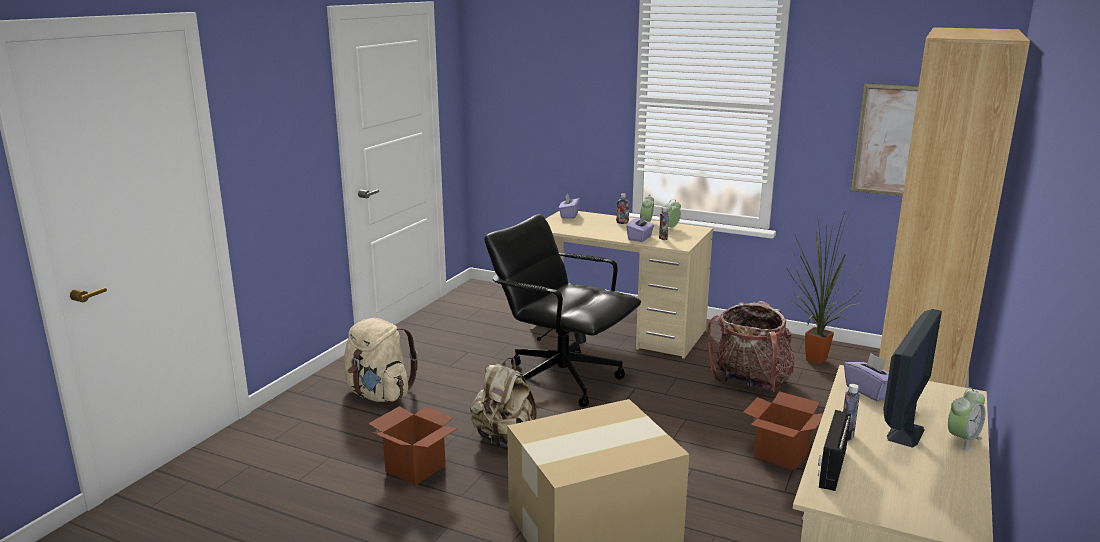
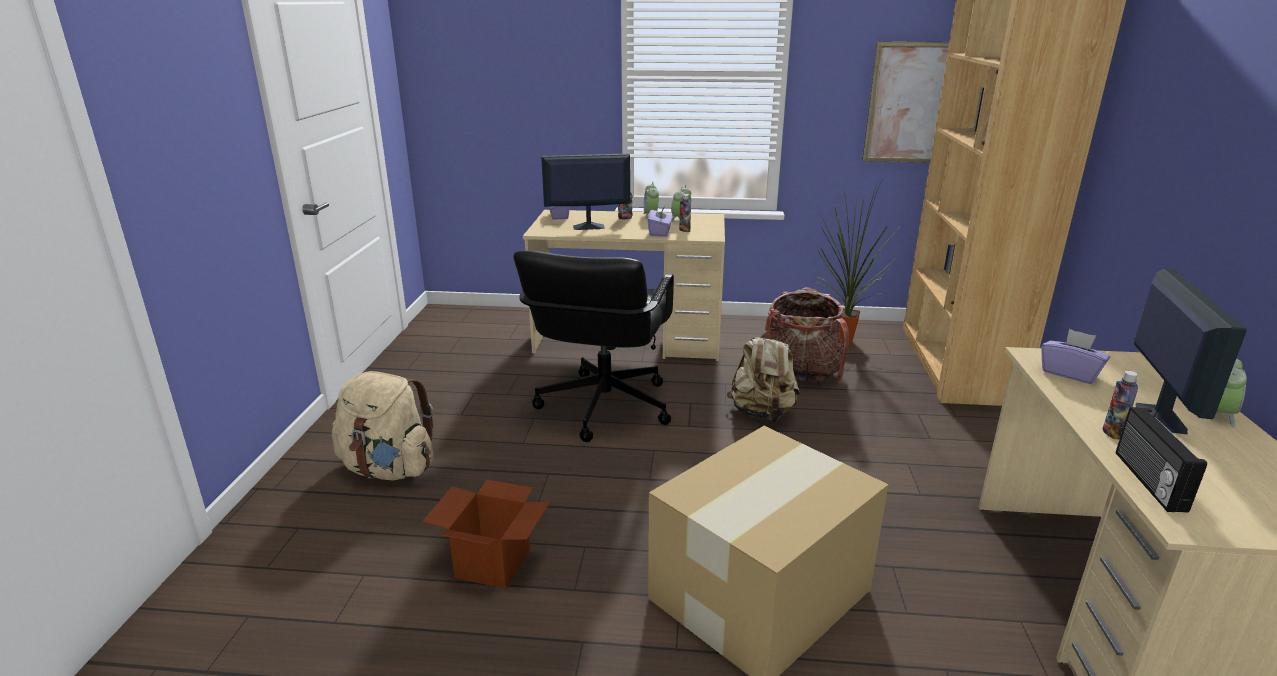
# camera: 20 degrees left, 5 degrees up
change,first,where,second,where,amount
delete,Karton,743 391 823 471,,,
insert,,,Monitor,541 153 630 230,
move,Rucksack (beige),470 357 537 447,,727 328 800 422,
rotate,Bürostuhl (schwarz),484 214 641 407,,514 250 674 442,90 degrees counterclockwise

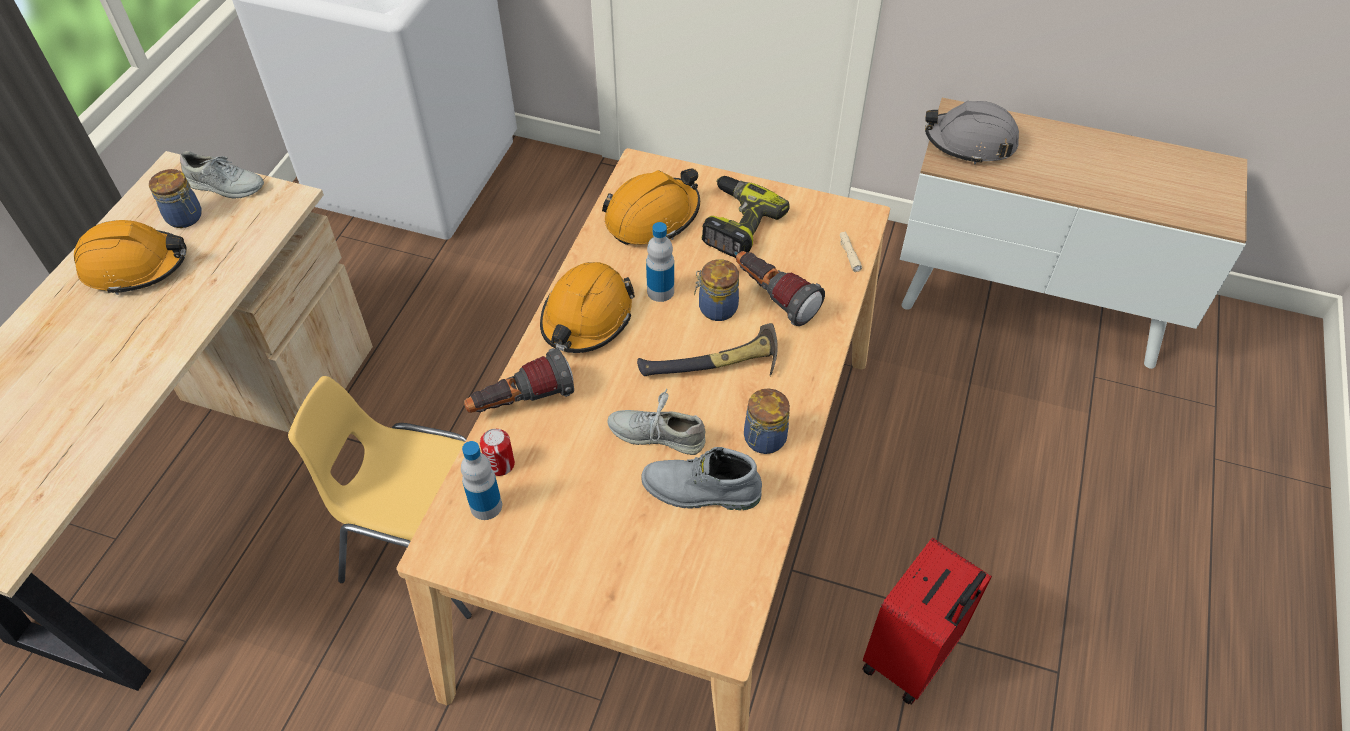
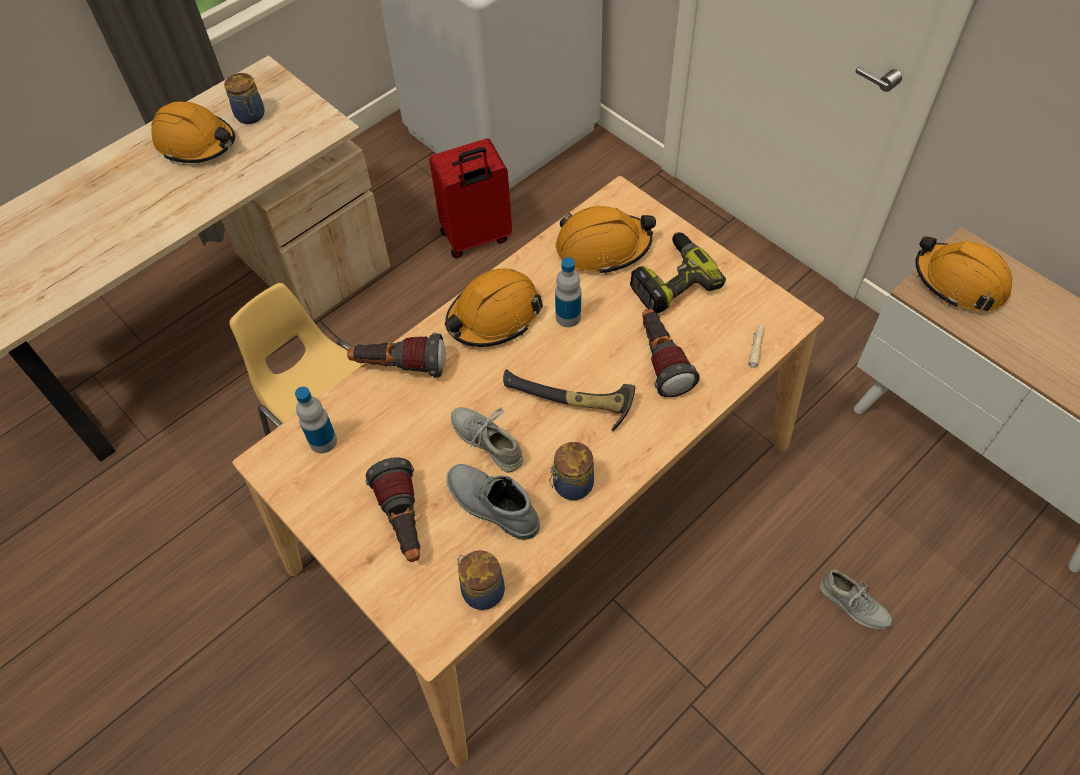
# camera: 30 degrees right, 5 degrees up
change,first,where,second,where,amount
delete,Dose,480 429 515 476,,,
insert,,,Taschenlampe,366 457 420 562,
move,Schuh (grau),180 151 264 199,,820 570 892 629,
move,Vorratsglas,694 259 739 321,,457 550 505 610,
move,Koffer (rot),862 538 992 705,,429 138 512 258,
recolor,Schutzhelm (grau),925 101 1019 165,Schutzhelm (orange),916 236 1013 311,

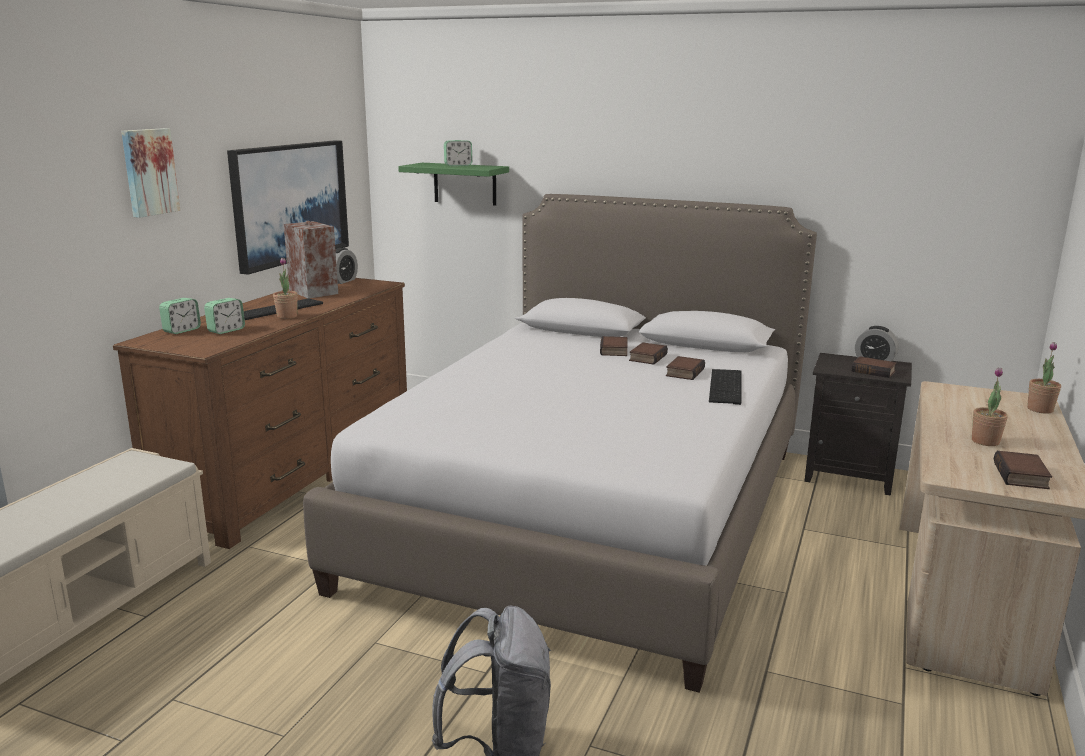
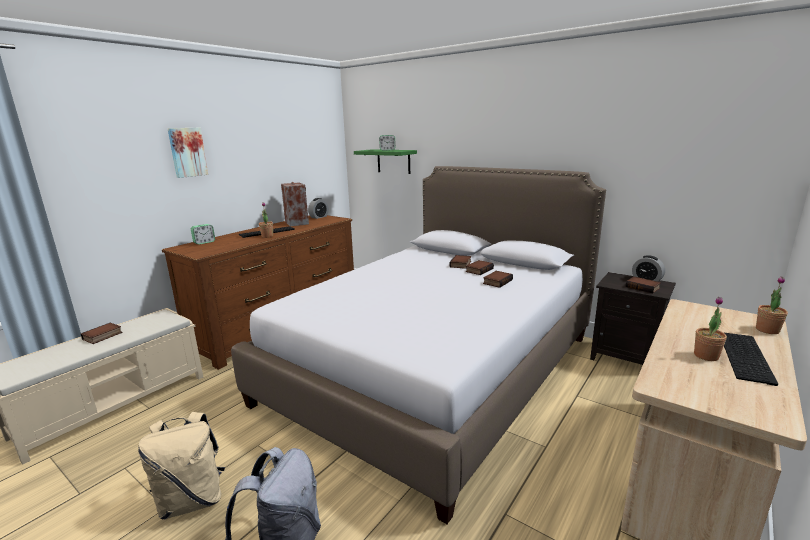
# camera: 15 degrees right, 0 degrees up
change,first,where,second,where,amount
delete,Wecker,204 298 245 334,,,
delete,Bild,227 140 349 275,,,
insert,,,Rucksack (beige),138 412 225 519,
move,Tastatur,709 369 741 405,,723 332 778 386,
move,Buch,994 451 1052 489,,81 323 123 344,

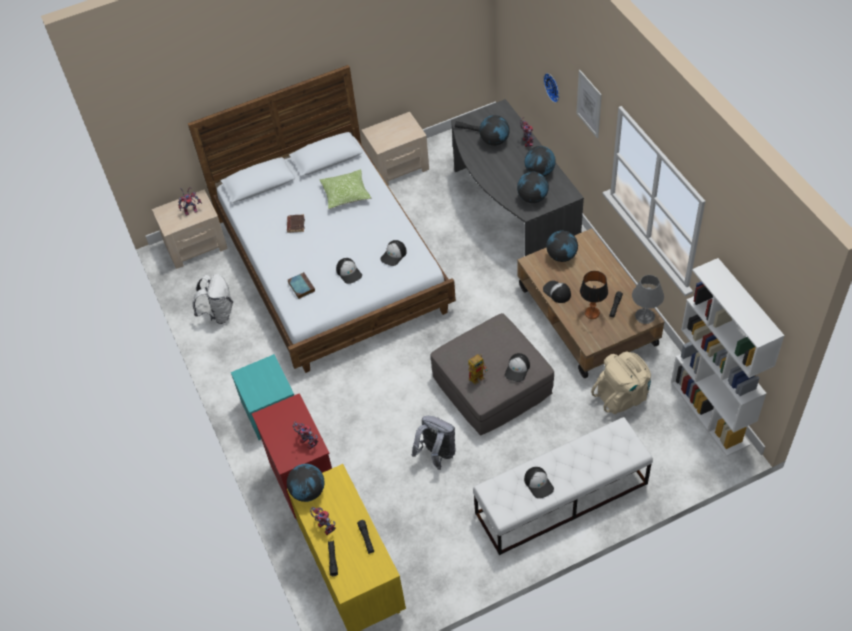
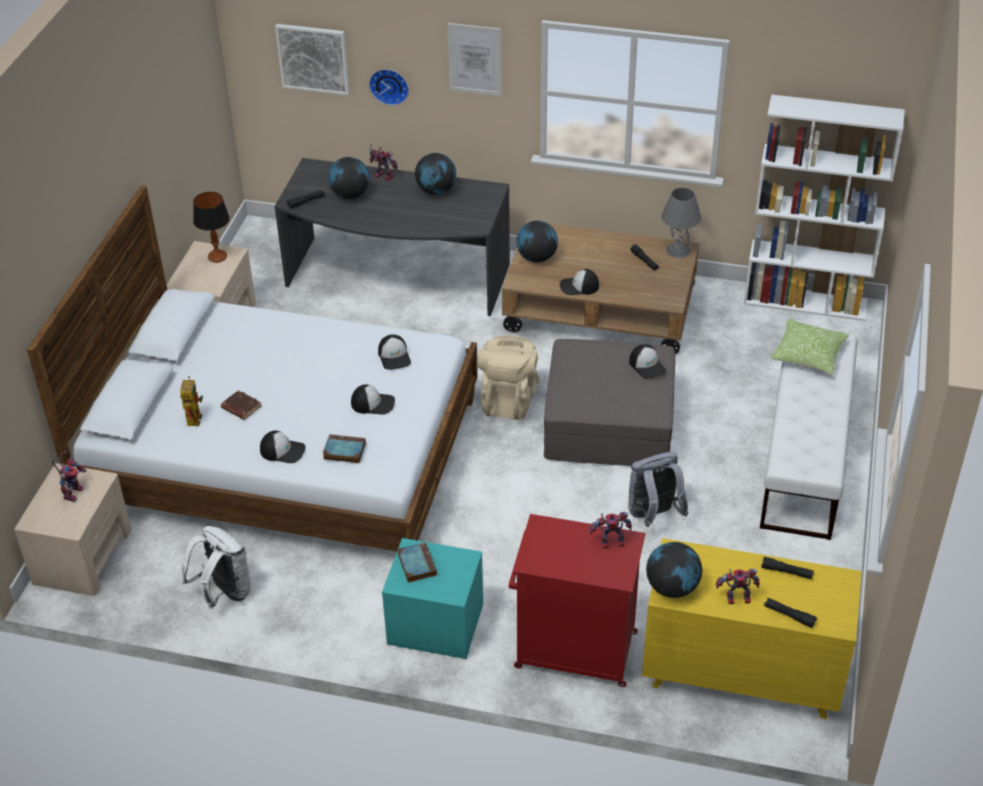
# camera: 55 degrees left, 10 degrees down
change,first,where,second,where,amount
delete,Globus,517 172 549 203,,,
insert,,,Bild,275 24 349 95,
insert,,,Buch,397 542 437 583,
move,Kissen,320 169 371 209,,771 319 849 375,
move,Spielzeugroboter,468 354 488 384,,180 376 203 426,
move,Kappe,524 467 554 499,,260 431 306 463,
move,Tischlampe,580 271 608 319,,193 192 230 263,
move,Rucksack (beige),591 351 651 414,,477 335 539 420,

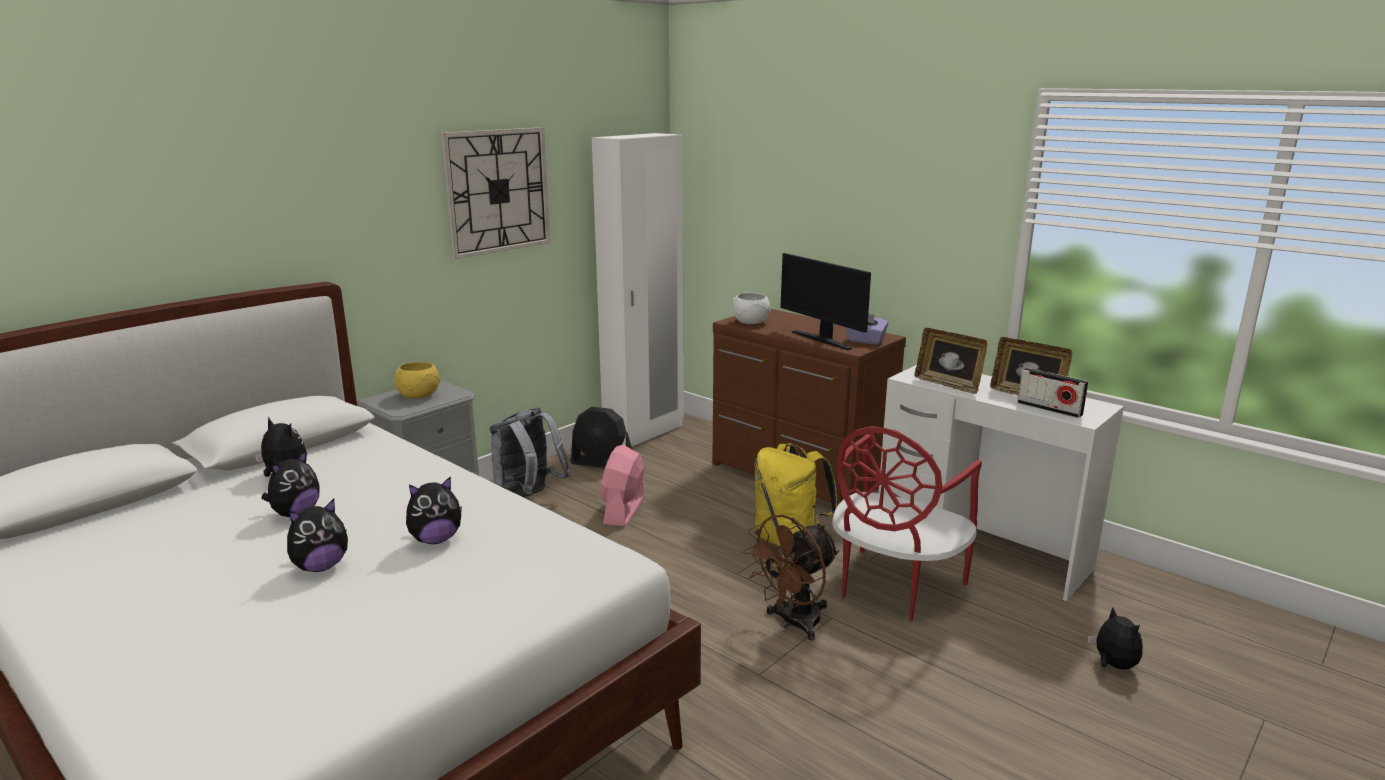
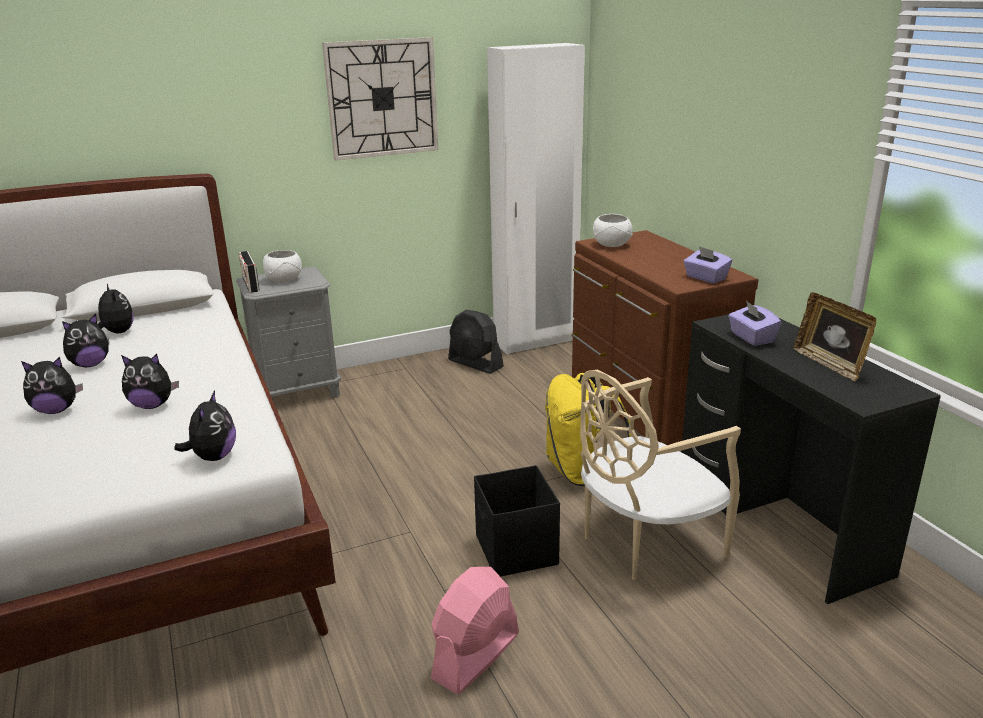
# camera: 25 degrees right, 5 degrees up
change,first,where,second,where,amount
delete,Rucksack (grau),490 408 571 498,,,
delete,Monitor,780 253 871 350,,,
move,Ventilator (rosa),600 445 644 527,,431 567 519 694,
move,Radio,1018 368 1088 418,,239 251 260 293,
move,Plüschtier,1088 607 1143 670,,174 390 236 461,
replace,Ventilator (braun),743 514 839 640,Aufbewahrungsbox (schwarz),474 465 560 577,
replace,Bilderrahmen,915 328 987 394,Taschentuchbox (lila),728 301 781 346,
recolor,Schüssel (gelb),394 362 440 399,Schüssel (weiß),263 250 302 282,
recolor,Stuhl (rot),832 426 982 622,Stuhl (beige),580 370 741 580,
recolor,Schreibtisch (weiß),879 365 1124 601,Schreibtisch (schwarz),681 314 941 604,

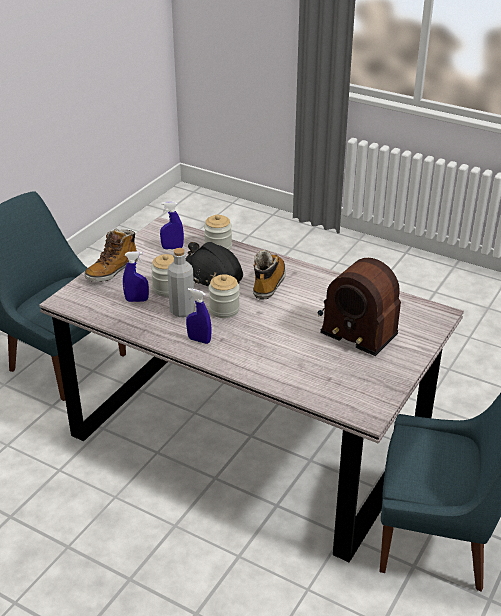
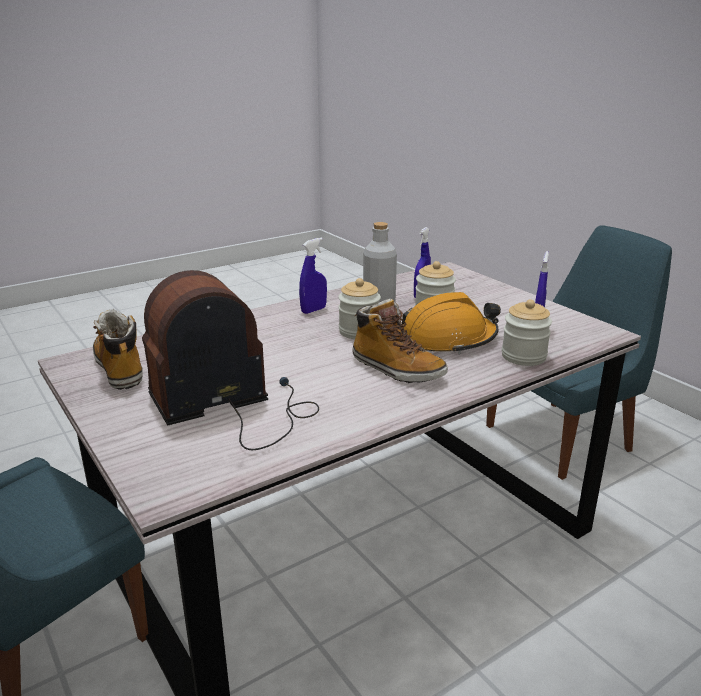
# camera: 115 degrees right, 10 degrees down
change,first,where,second,where,amount
move,Stiefel,84 228 138 282,,93 309 143 390,
recolor,Schutzhelm (schwarz),186 242 243 287,Schutzhelm (orange),402 292 501 354,

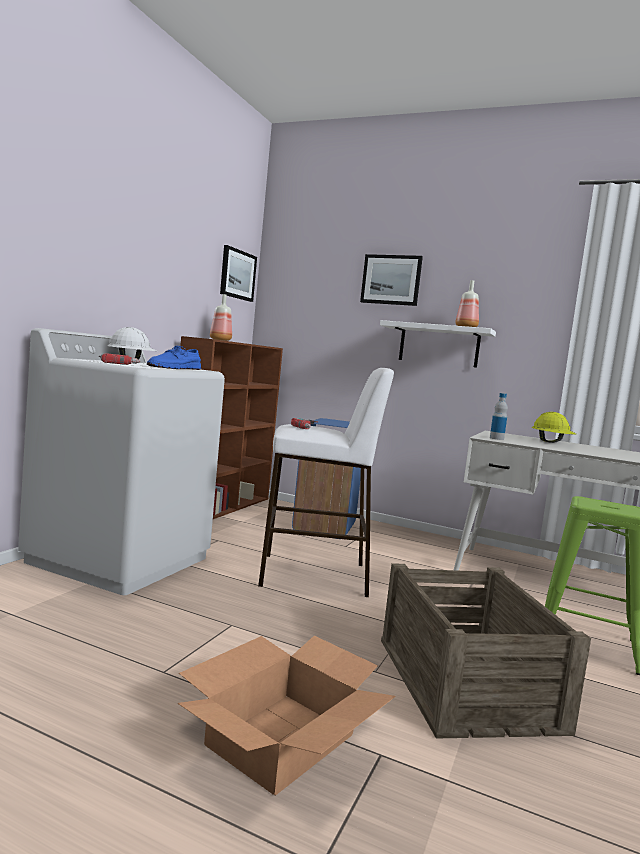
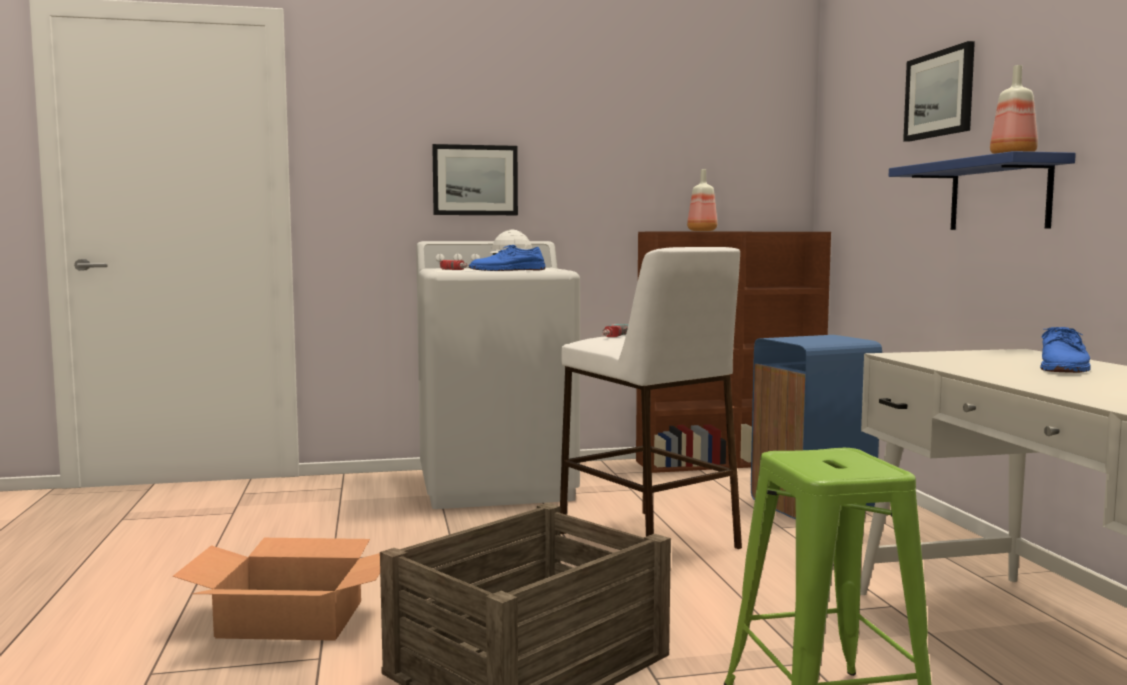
# camera: 55 degrees right, 0 degrees up
change,first,where,second,where,amount
delete,Flasche,490 393 508 440,,,
move,Bild,220 245 257 302,,432 144 518 215,
replace,Schutzhelm (gelb),532 412 576 443,Schuh (blau),1040 327 1090 373,
recolor,Wandregal (weiß),380 320 496 368,Wandregal (blau),889 151 1076 230,

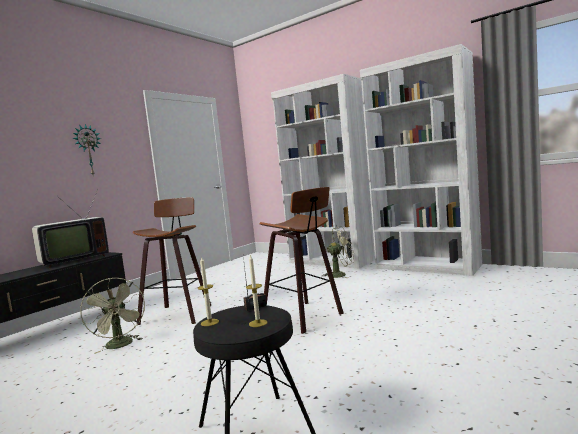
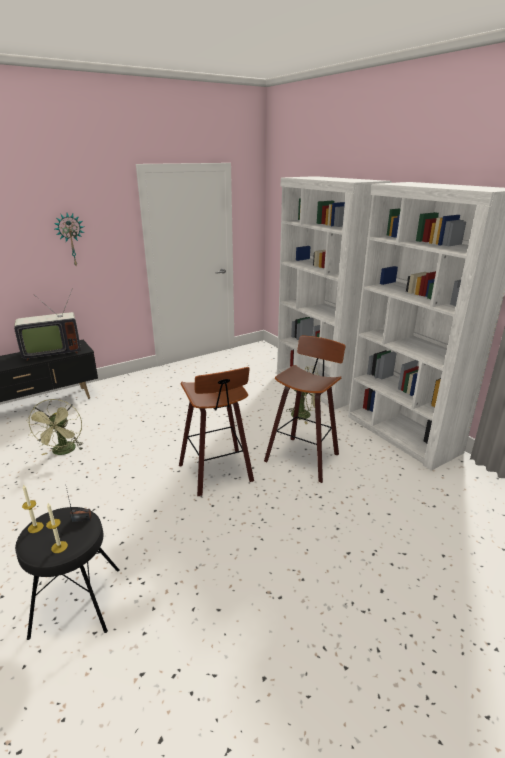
# camera: 20 degrees right, 20 degrees up
change,first,where,second,where,amount
move,Hocker,133 197 211 325,,264 335 345 483,

